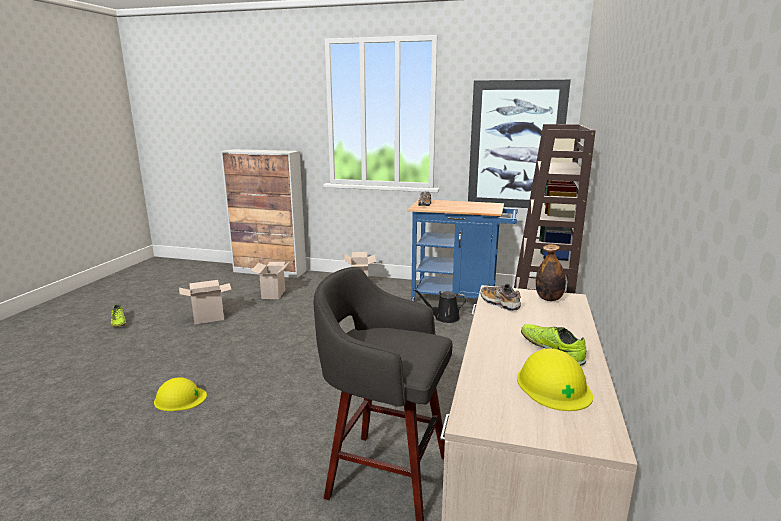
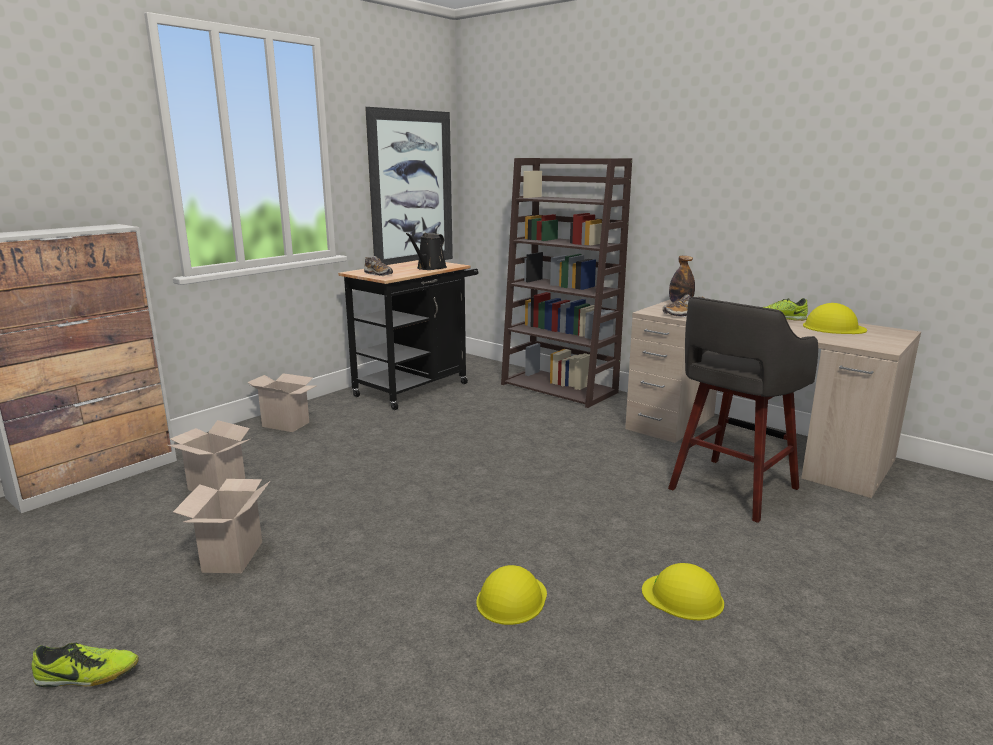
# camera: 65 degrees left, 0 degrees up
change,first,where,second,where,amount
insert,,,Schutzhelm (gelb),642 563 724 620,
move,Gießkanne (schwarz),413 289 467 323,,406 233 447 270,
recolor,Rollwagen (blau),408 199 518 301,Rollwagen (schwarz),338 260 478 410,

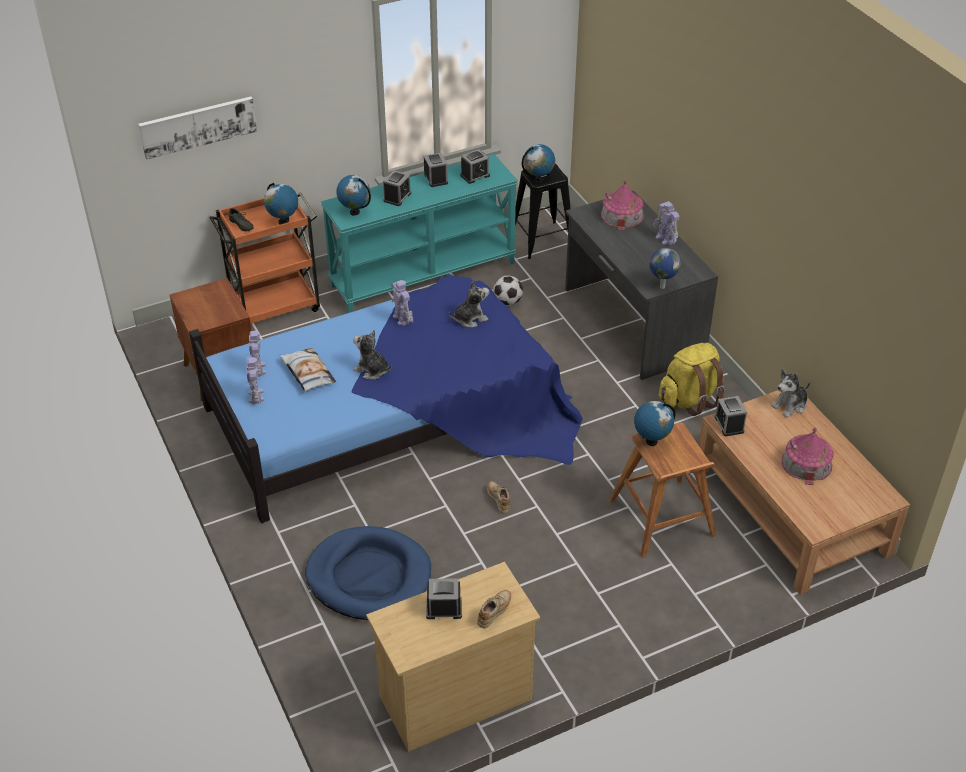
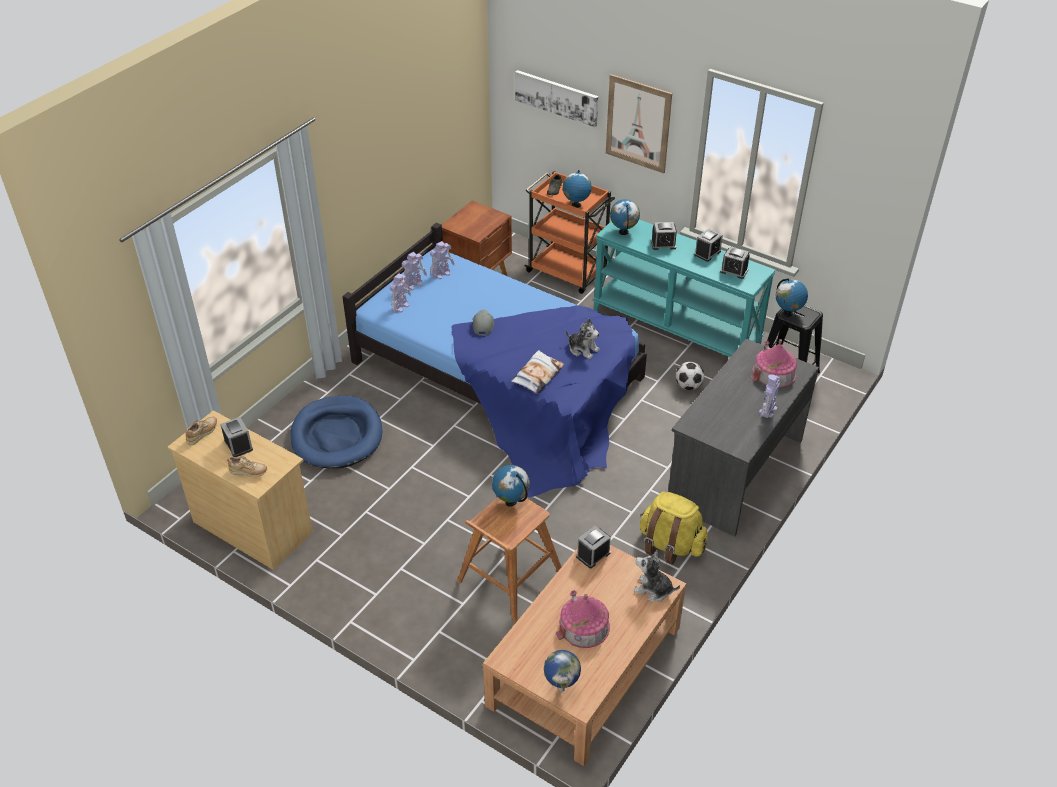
# camera: 60 degrees right, 0 degrees up
change,first,where,second,where,amount
insert,,,Bild,606 74 672 173,
move,Kissen,280 348 336 391,,511 350 564 394,
move,Spielzeugroboter,391 280 413 326,,390 273 411 313,
move,Schuh (beige),487 481 510 514,,186 417 217 445,
move,Globus,650 248 681 289,,544 650 581 692,
replace,Plüschtier,353 330 392 380,Kappe (grau),473 310 494 336,

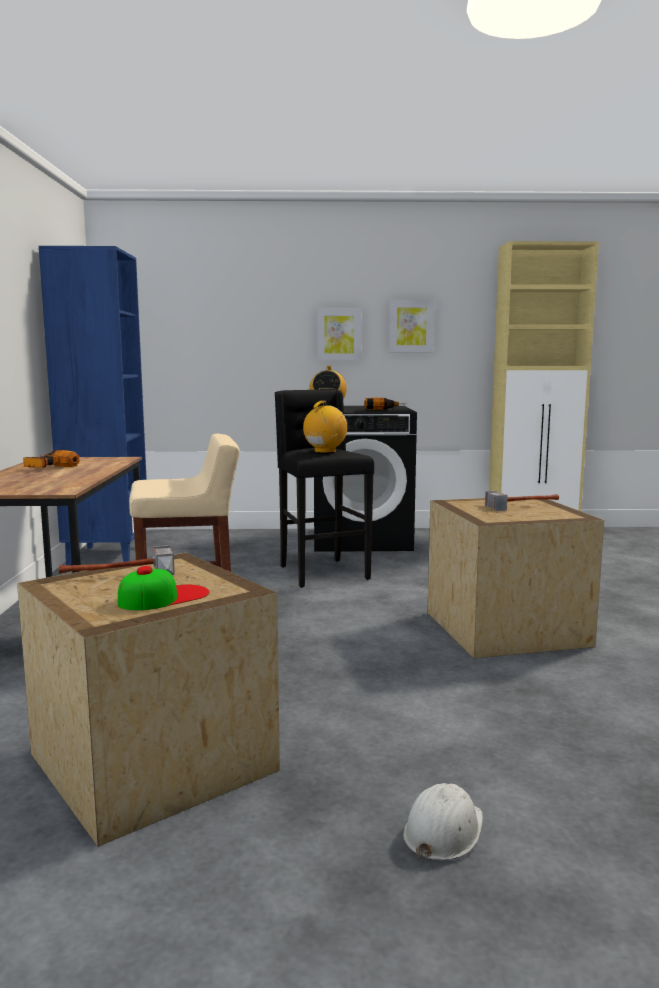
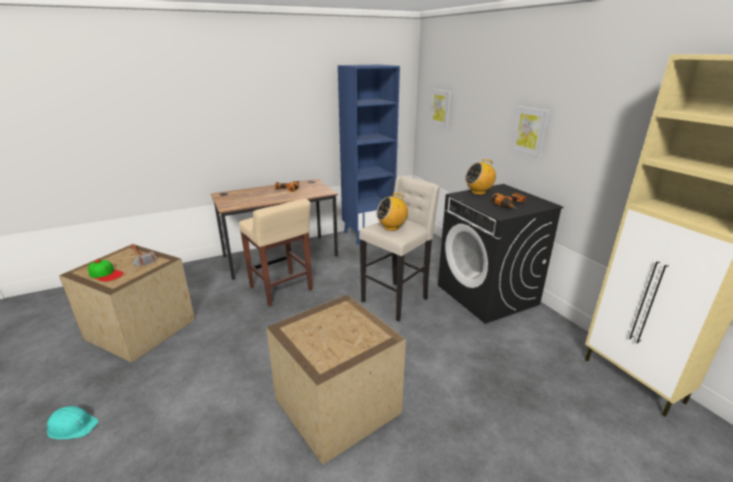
# camera: 65 degrees right, 15 degrees up
change,first,where,second,where,amount
delete,Hammer,485 491 559 511,,,
move,Bild,389 300 435 353,,429 89 451 128,
recolor,Hocker (schwarz),274 390 374 588,Hocker (beige),359 176 440 322,
recolor,Schutzhelm (weiß),403 783 483 861,Schutzhelm (türkis),46 406 99 439,
rotate,Radio,303 401 347 453,,376 193 408 231,150 degrees clockwise

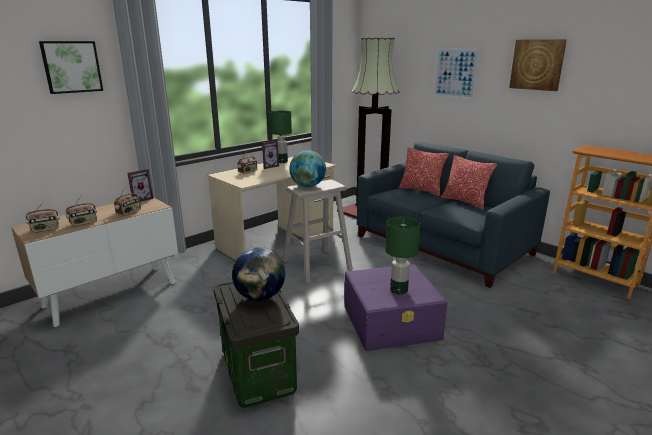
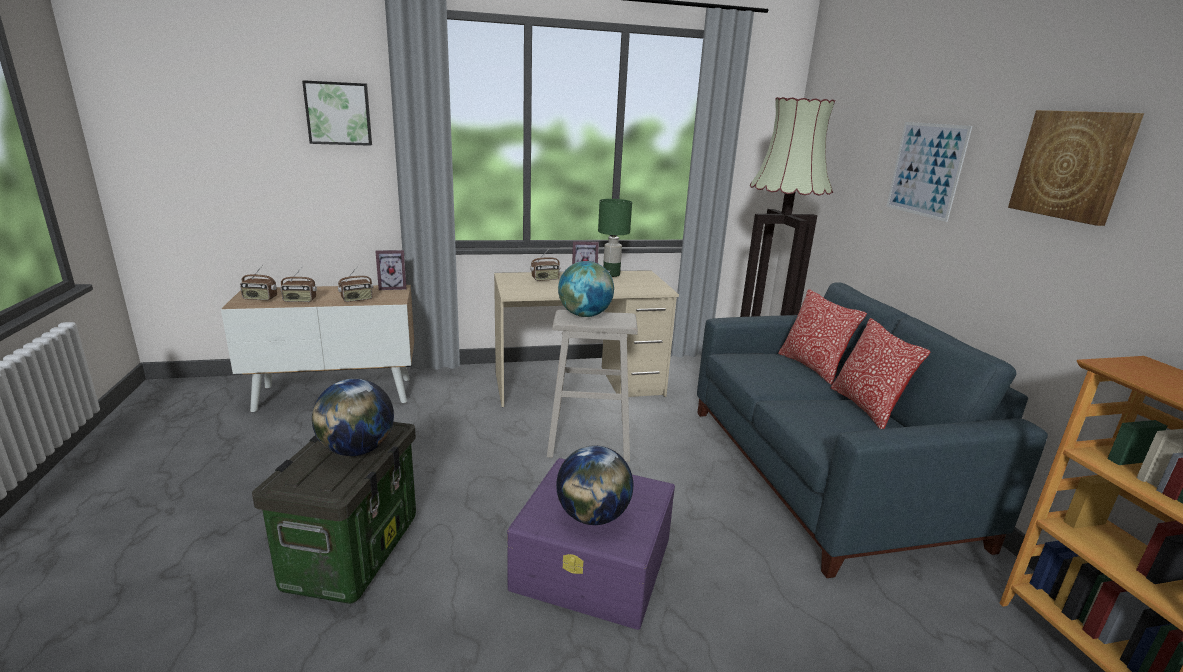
# camera: 30 degrees right, 0 degrees up
change,first,where,second,where,amount
replace,Tischlampe (grün),385 216 421 294,Globus,556 446 633 525,

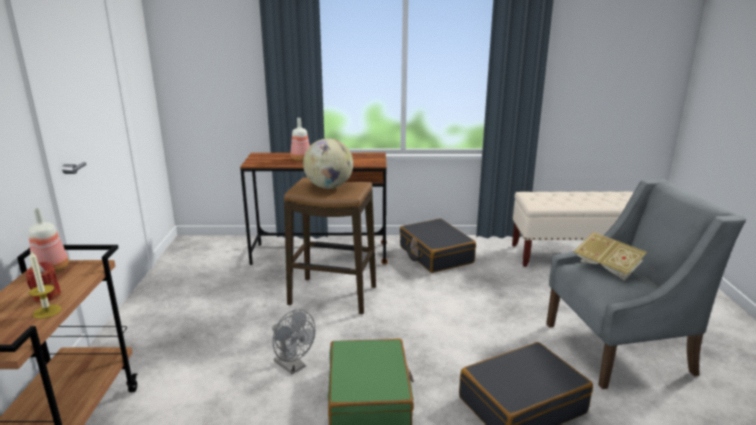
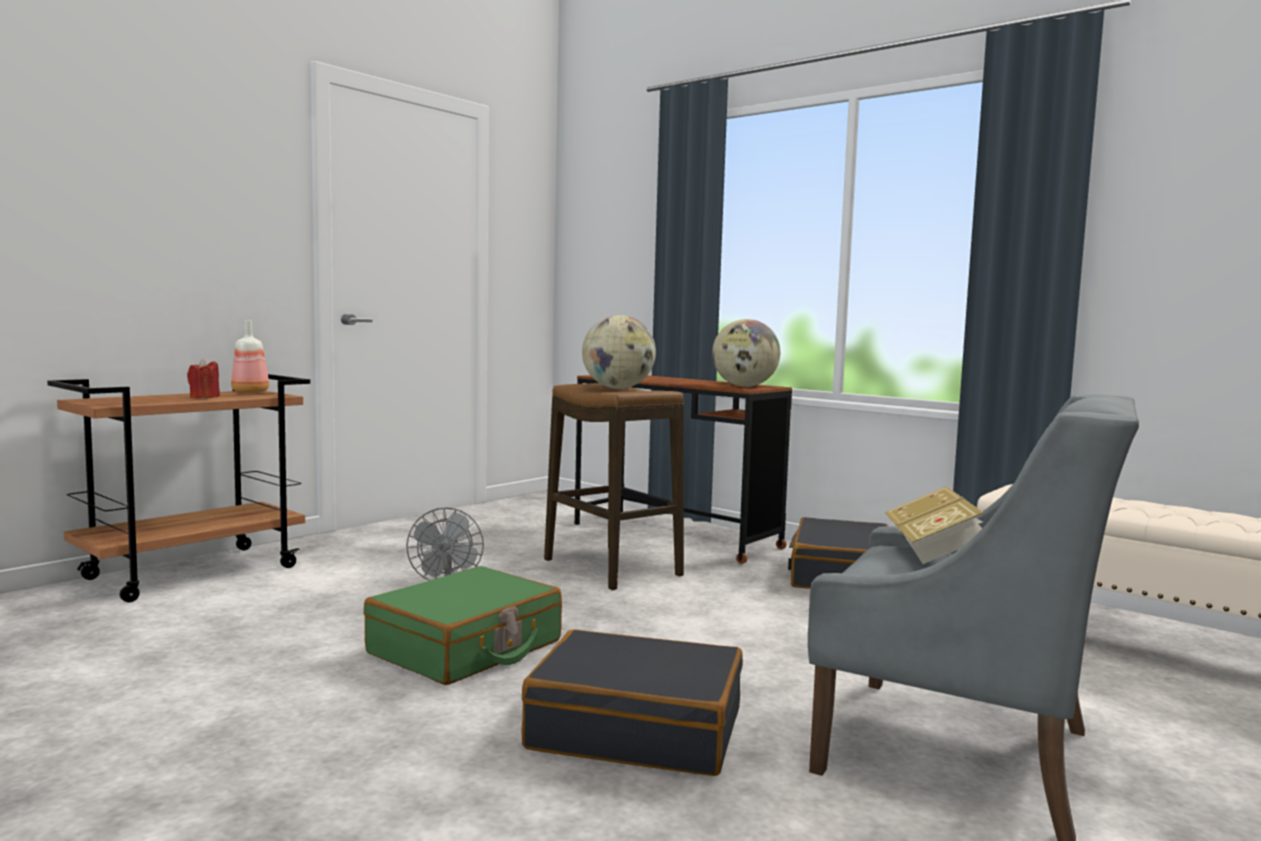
# camera: 40 degrees right, 15 degrees down
change,first,where,second,where,amount
delete,Kerze,29 250 62 319,,,
delete,Flasche,291 118 310 161,,,
insert,,,Globus,712 319 780 387,

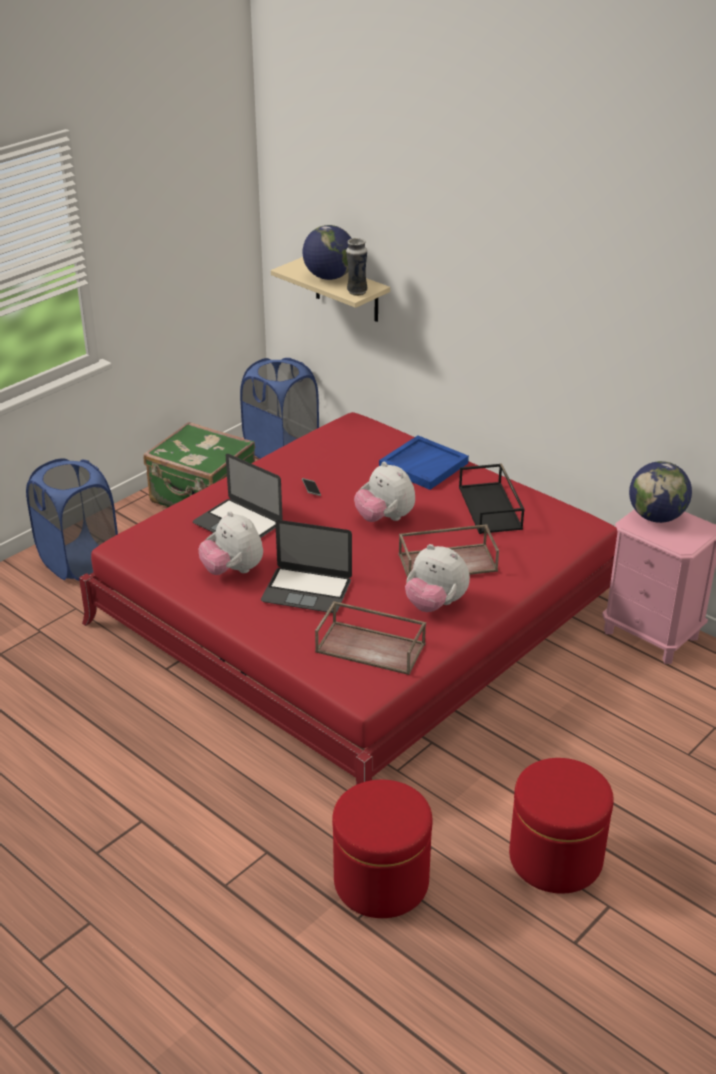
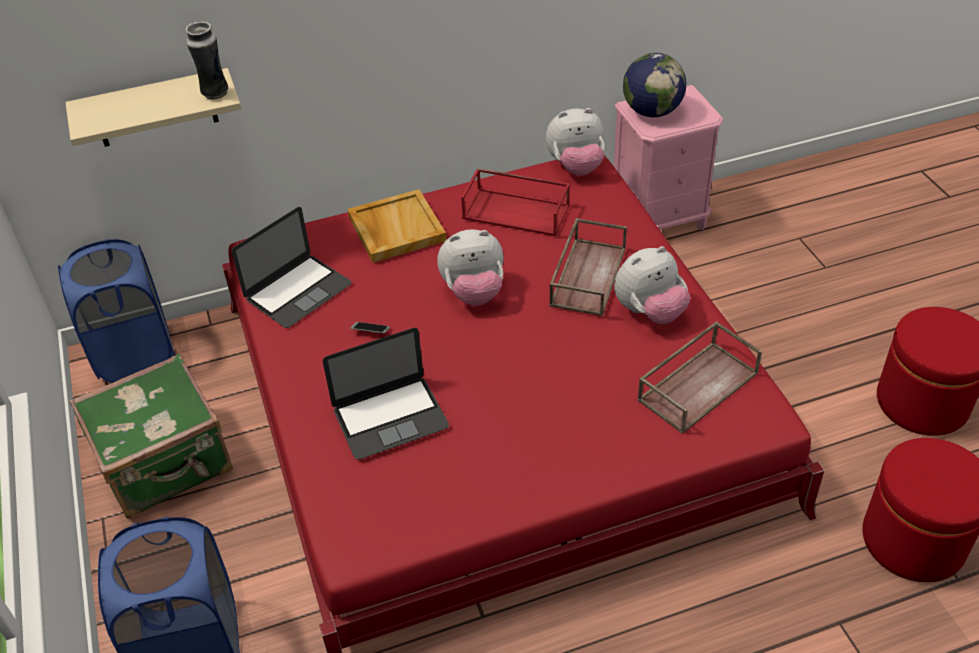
# camera: 60 degrees left, 10 degrees up
change,first,where,second,where,amount
delete,Globus,303 225 352 280,,,
move,Plüschtier,199 511 263 575,,546 108 605 176,
move,Laptop,261 520 352 613,,232 207 351 328,
recolor,Tablett (blau),379 435 469 490,Tablett (beige),348 189 446 263,
recolor,Tablett (schwarz),459 463 524 534,Tablett (rot),461 168 570 236,

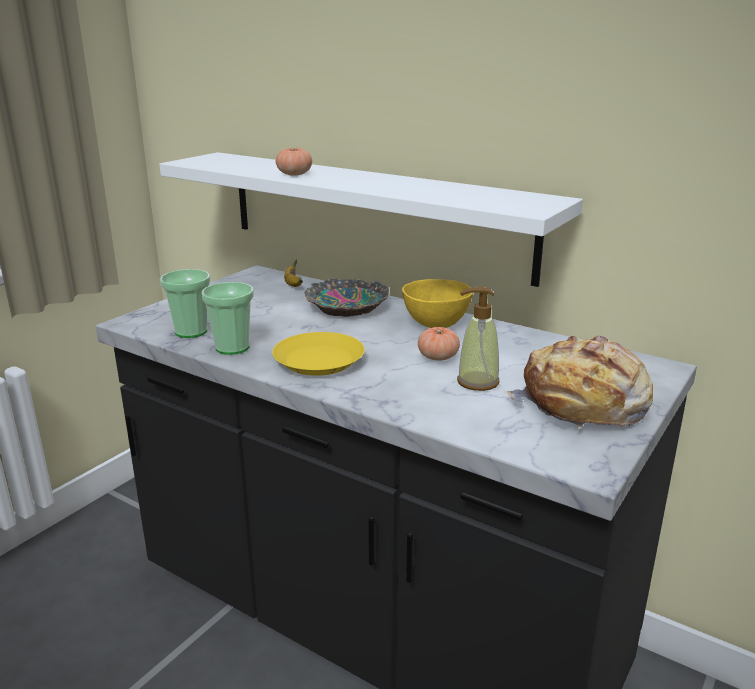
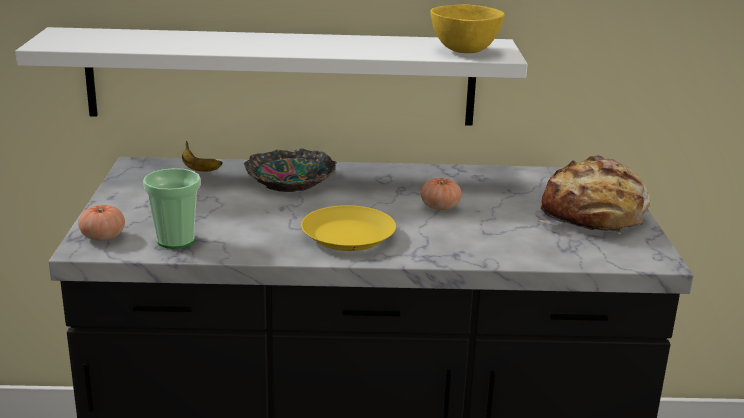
# camera: 35 degrees left, 0 degrees up
change,first,where,second,where,amount
delete,Tasse,202 282 254 355,,,
delete,Seifenspender,457 287 500 391,,,
move,Tomate,276 148 312 176,,78 205 125 241,
move,Schüssel (gelb),402 279 473 328,,430 5 505 53,

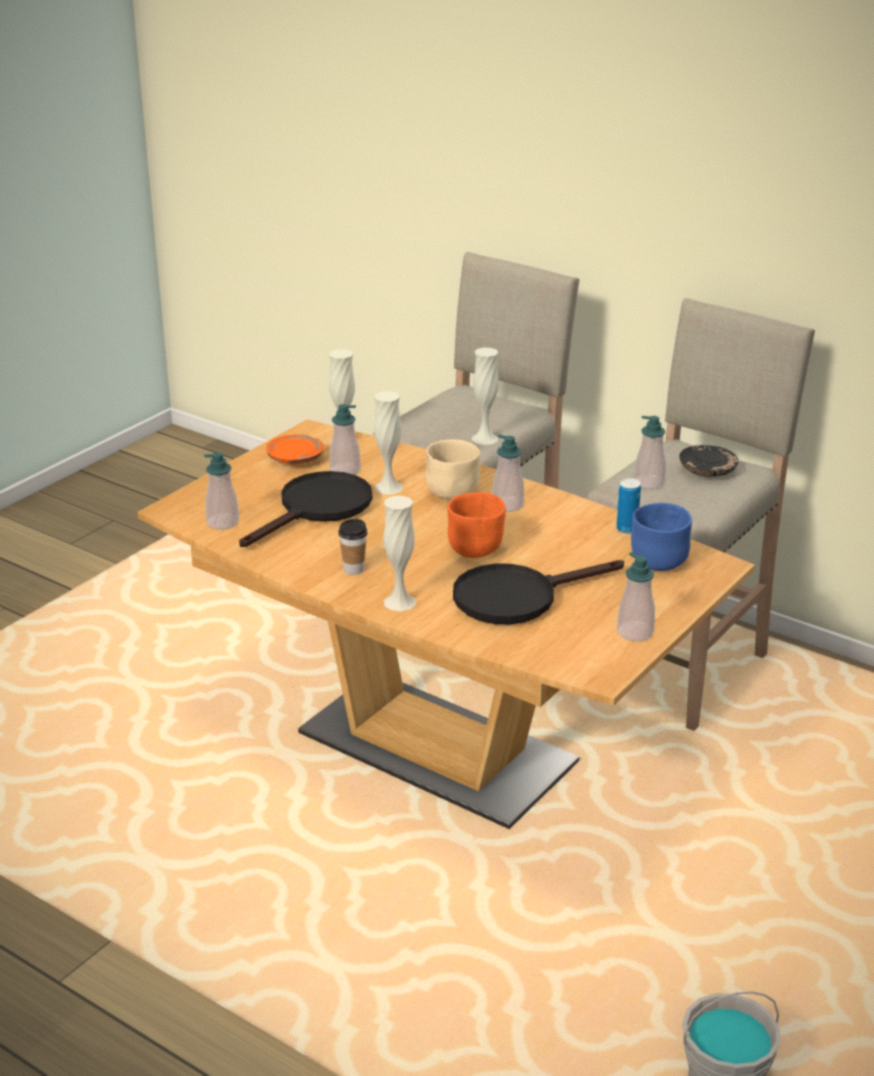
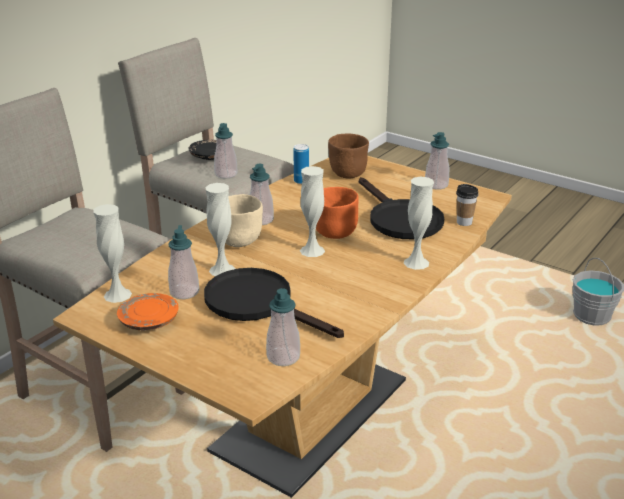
# camera: 90 degrees left, 0 degrees up
change,first,where,second,where,amount
move,Tasse,338 519 367 575,,456 184 479 226,
move,Vase (weiß),472 348 499 445,,300 166 325 257,
recolor,Schüssel (blau),631 503 692 571,Schüssel (braun),328 133 369 178,

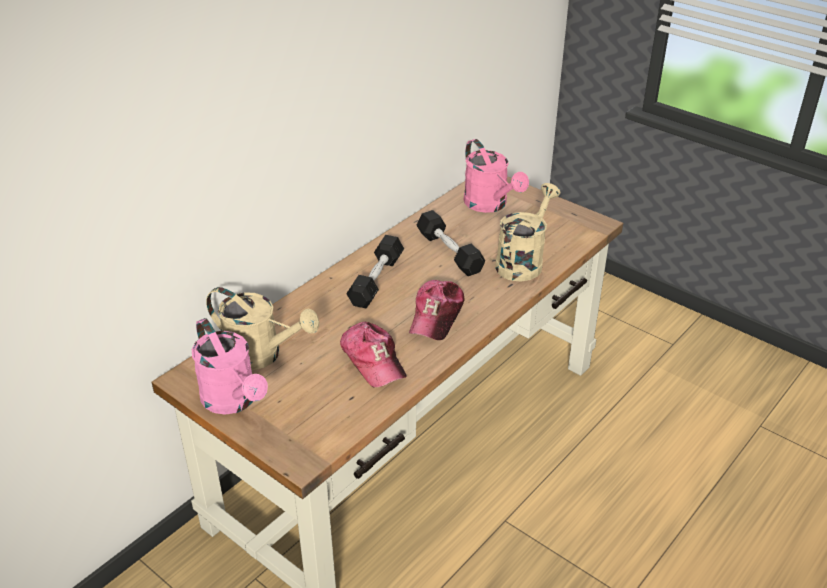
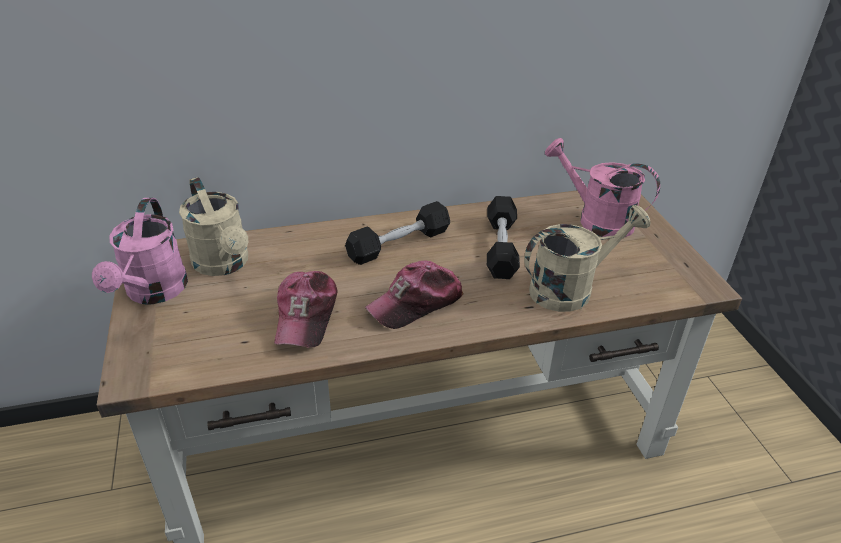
# camera: 35 degrees right, 0 degrees up
change,first,where,second,where,amount
rotate,Gießkanne (rosa),464 139 529 213,,545 138 660 239,120 degrees clockwise

